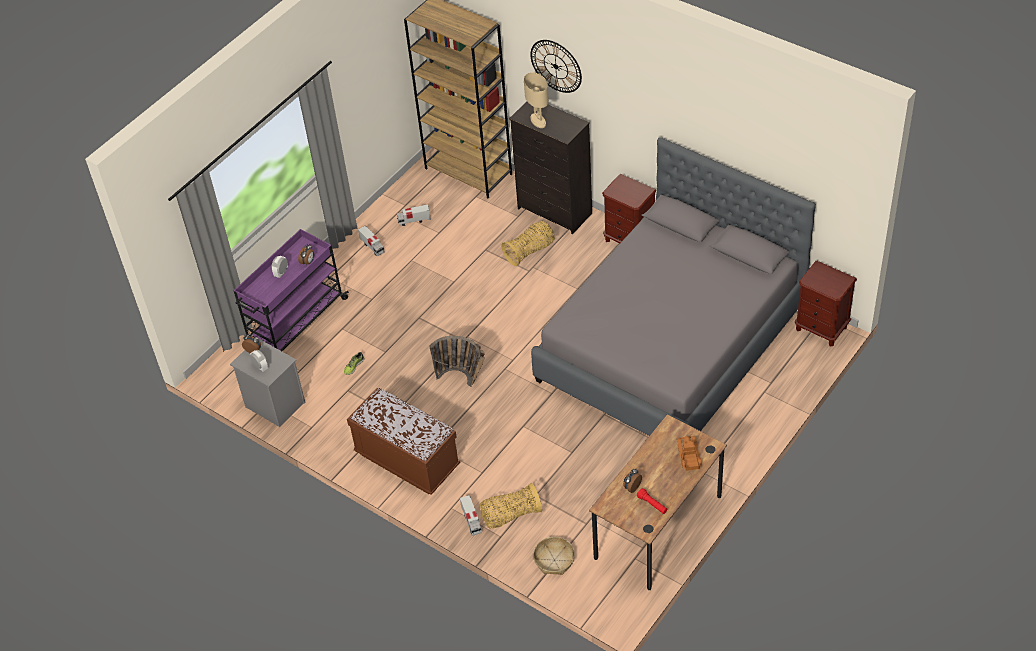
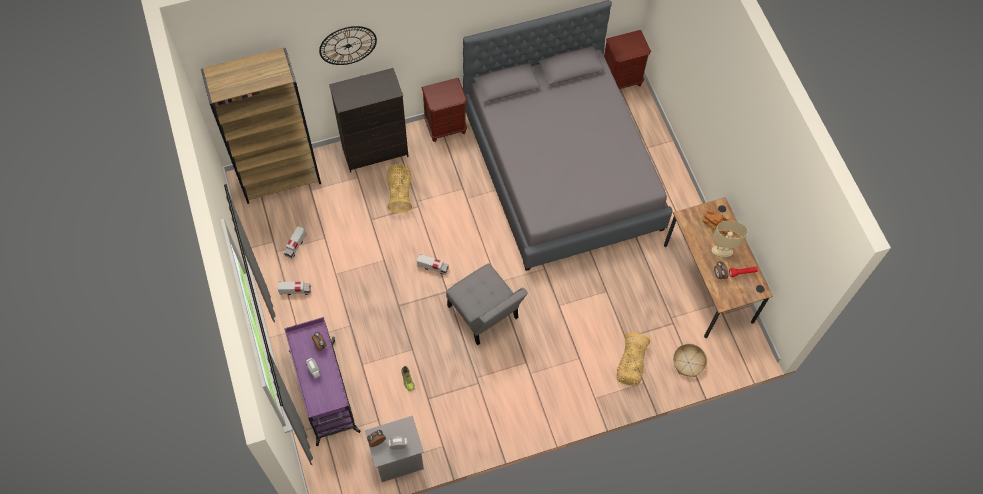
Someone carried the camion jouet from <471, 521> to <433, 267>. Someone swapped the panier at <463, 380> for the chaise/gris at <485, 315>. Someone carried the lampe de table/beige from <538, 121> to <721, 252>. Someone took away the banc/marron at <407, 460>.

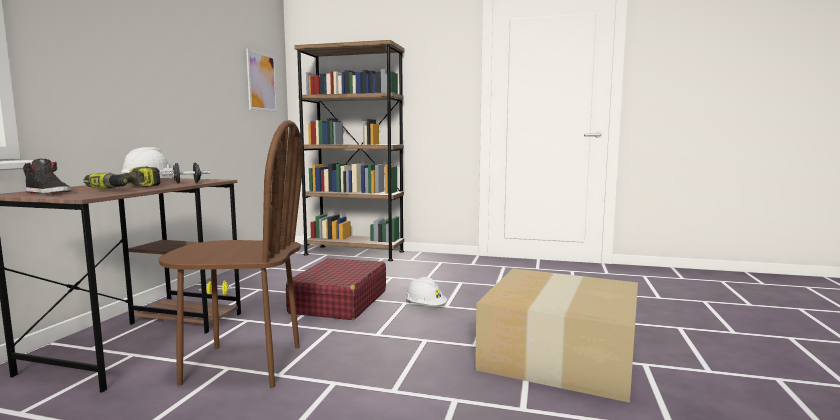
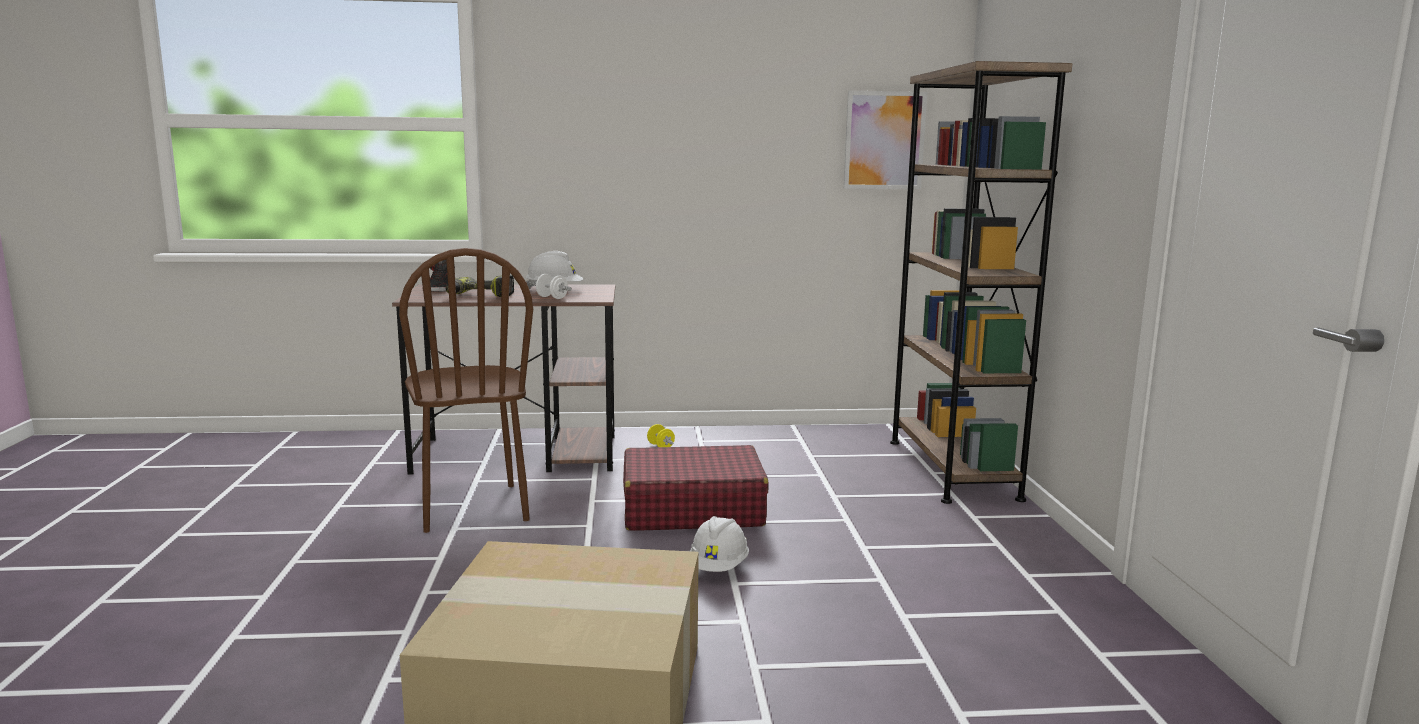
Someone repainted the haltère/noir at <187, 183>, which became the haltère/blanc at <552, 298>.

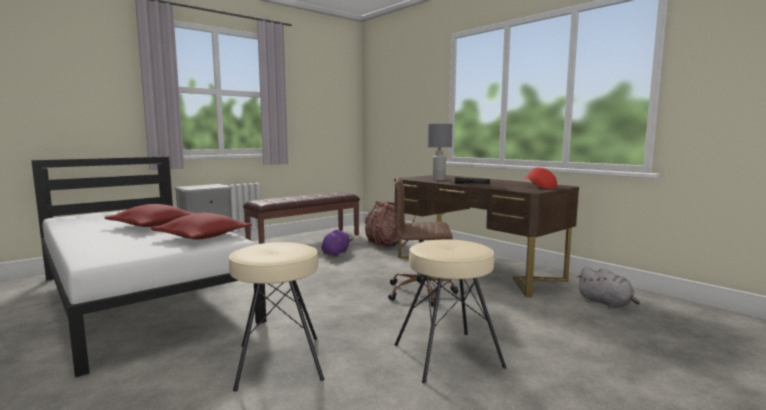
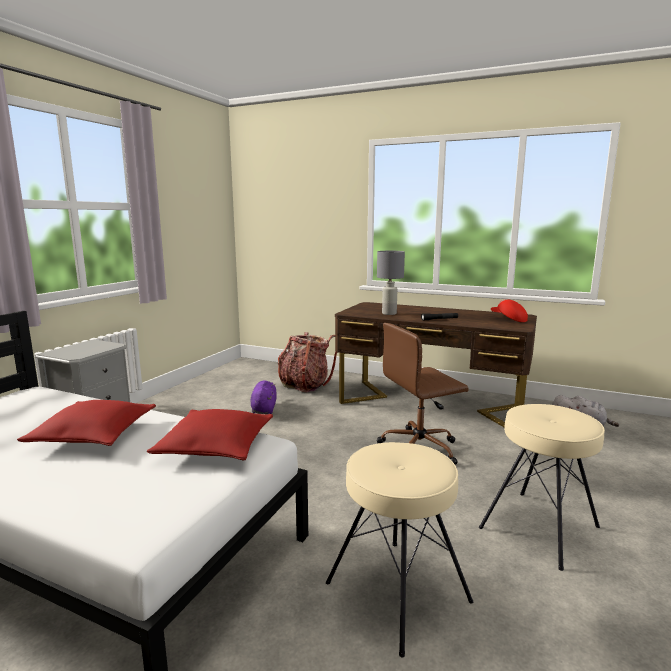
Someone took away the banc/marron at <305, 240>.

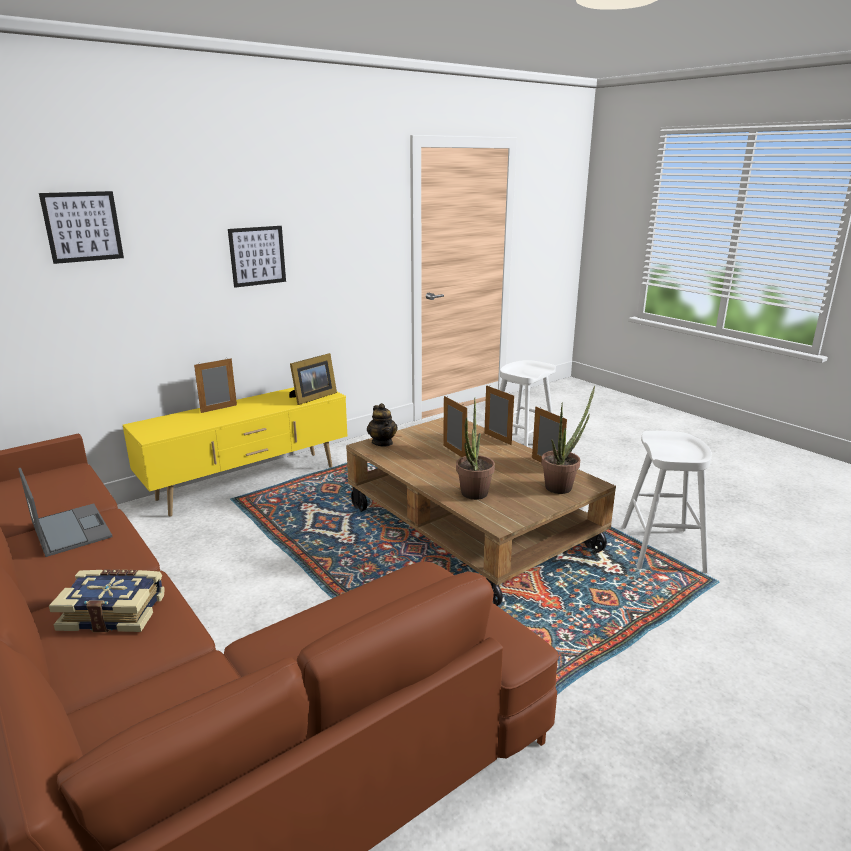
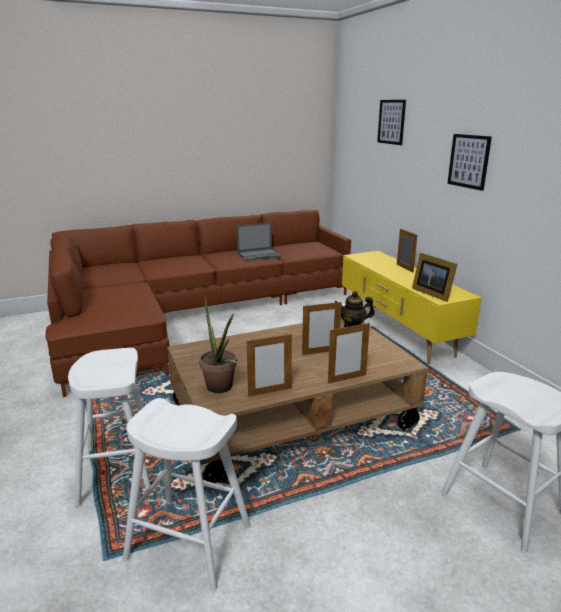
Someone put down the tabouret/blanc at <118, 471>. Someone took away the livre at <114, 612>. Someone took away the plante en pot at <473, 496>.

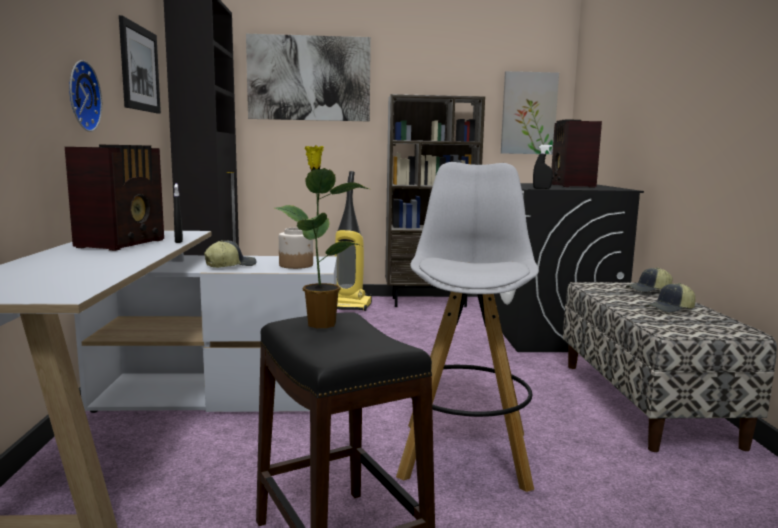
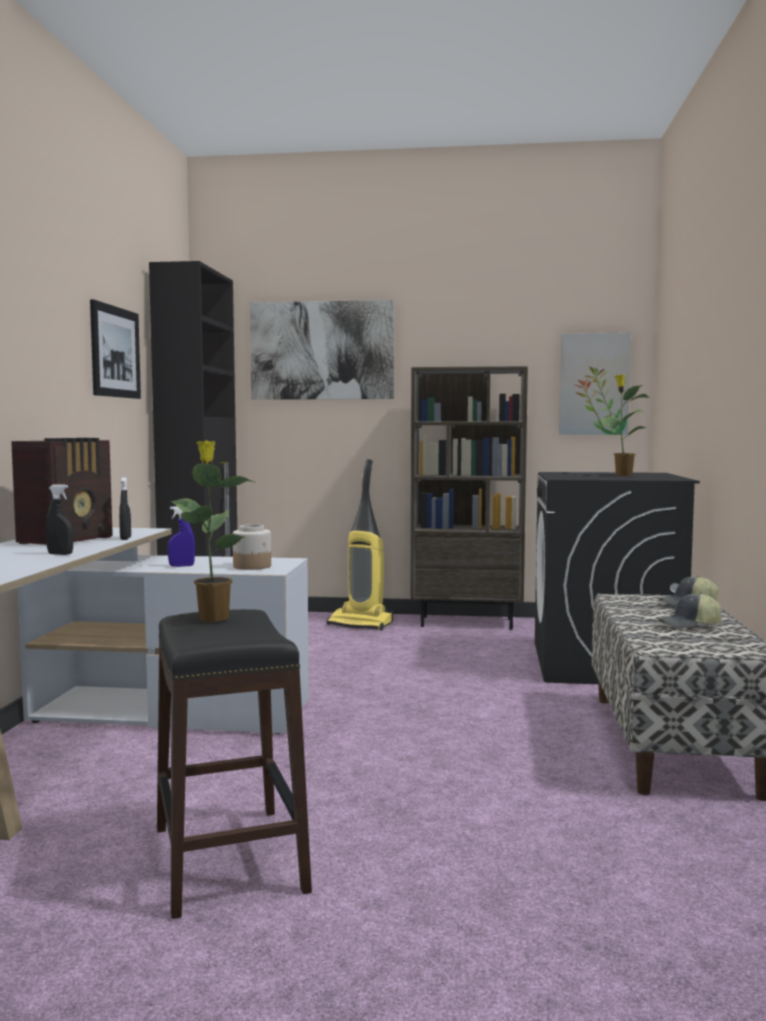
Someone carried the vaporisateur/noir from <542, 188> to <60, 554>. Someone swapped the casquette at <230, 266> for the vaporisateur/bleu at <181, 566>. Someone swapped the radio at <571, 186> for the plante en pot at <622, 475>. Someone took away the horloge murale at <80, 96>. Someone took away the tabouret/blanc at <464, 454>.

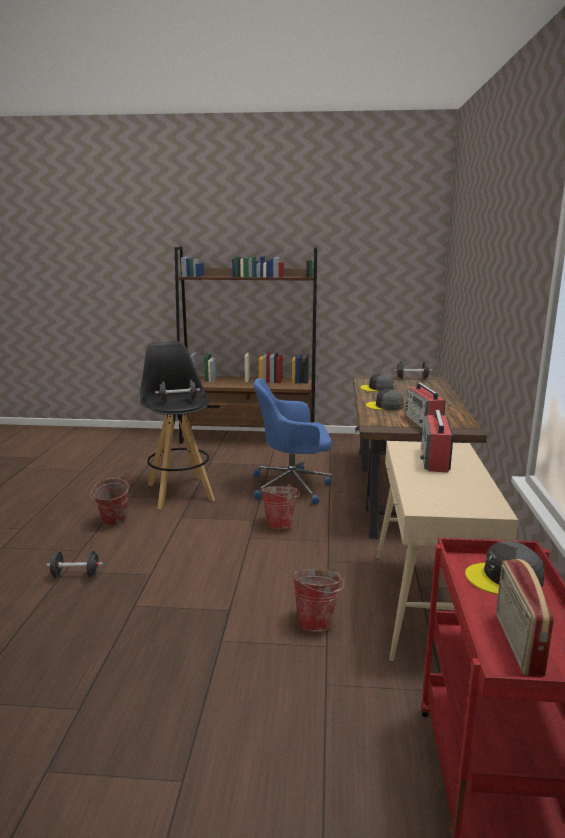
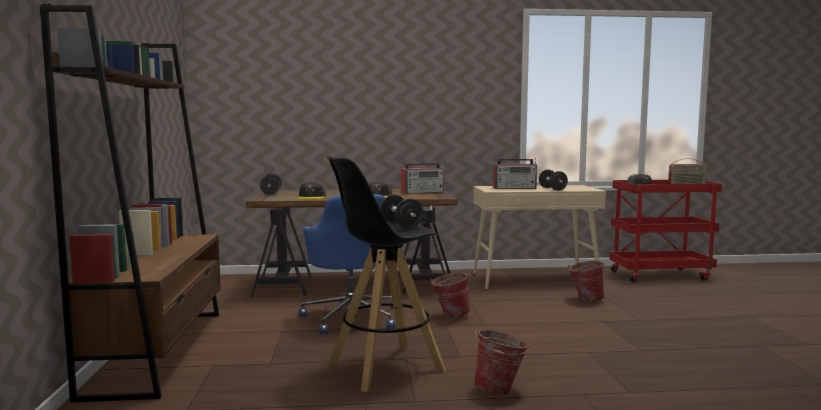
Someone carried the haltère/noir from <76, 575> to <552, 189>.

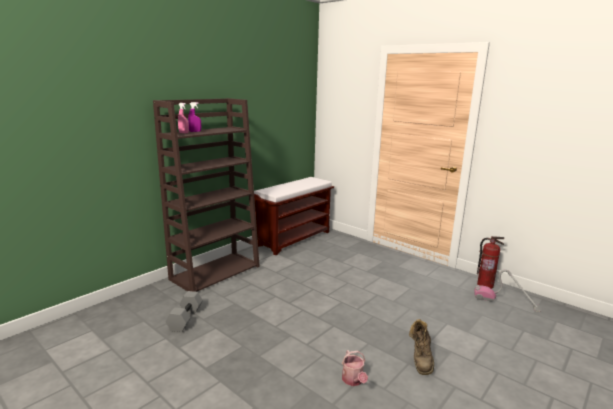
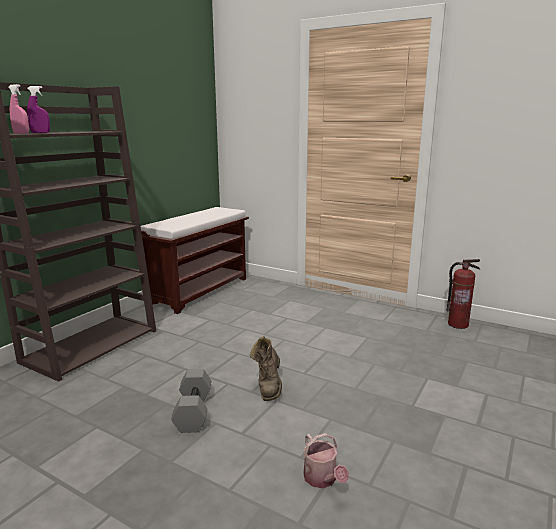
Someone carried the haltère/gris from <185, 318> to <192, 411>. Someone carried the botte/marron from <421, 360> to <268, 386>. Someone took away the aspirateur at <505, 302>.

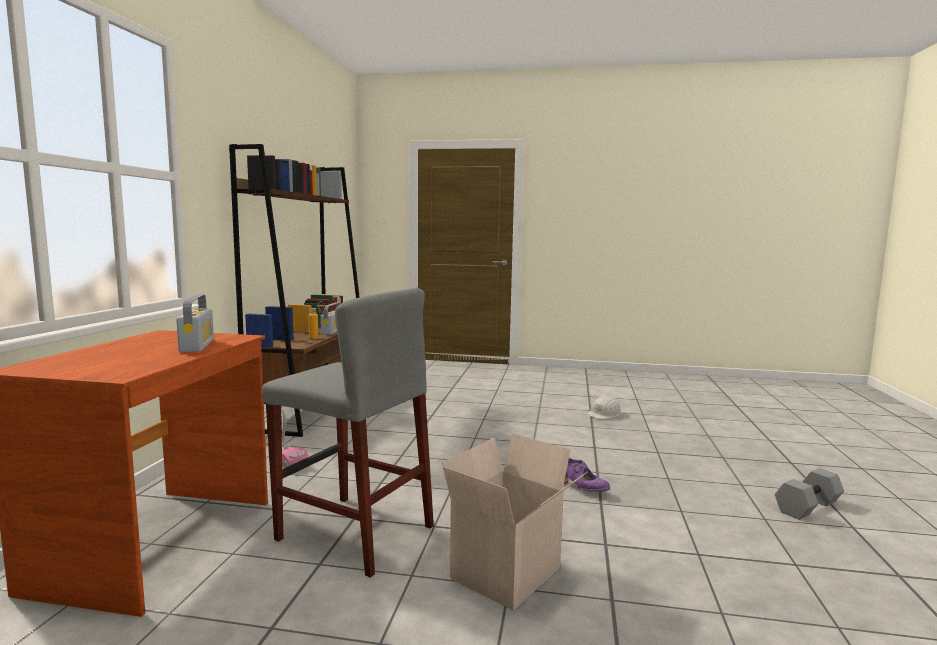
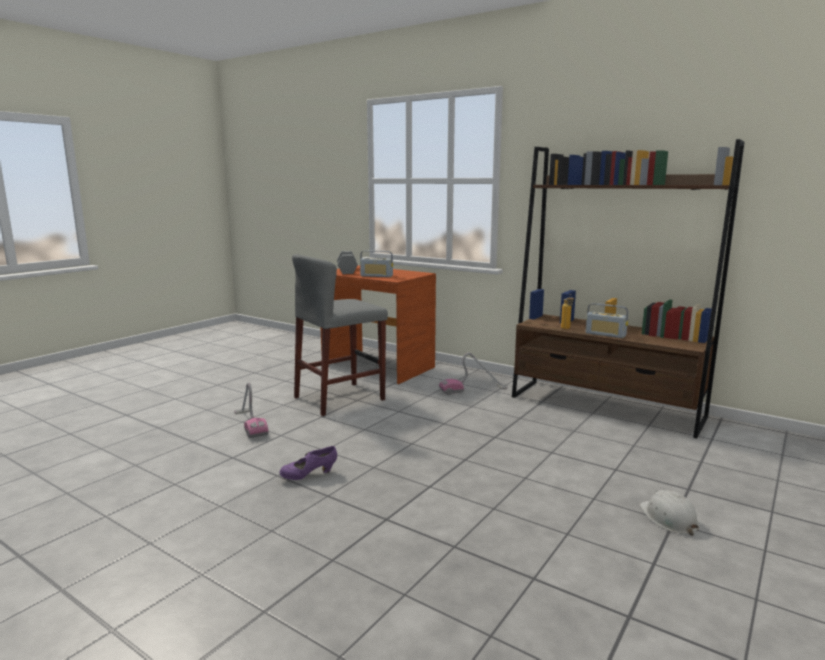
Someone swapped the carton at <508, 575> for the aspirateur at <250, 423>. Someone carried the haltère/gris from <808, 508> to <346, 271>. Someone carried the casque de chantier/blanc from <604, 414> to <668, 518>.

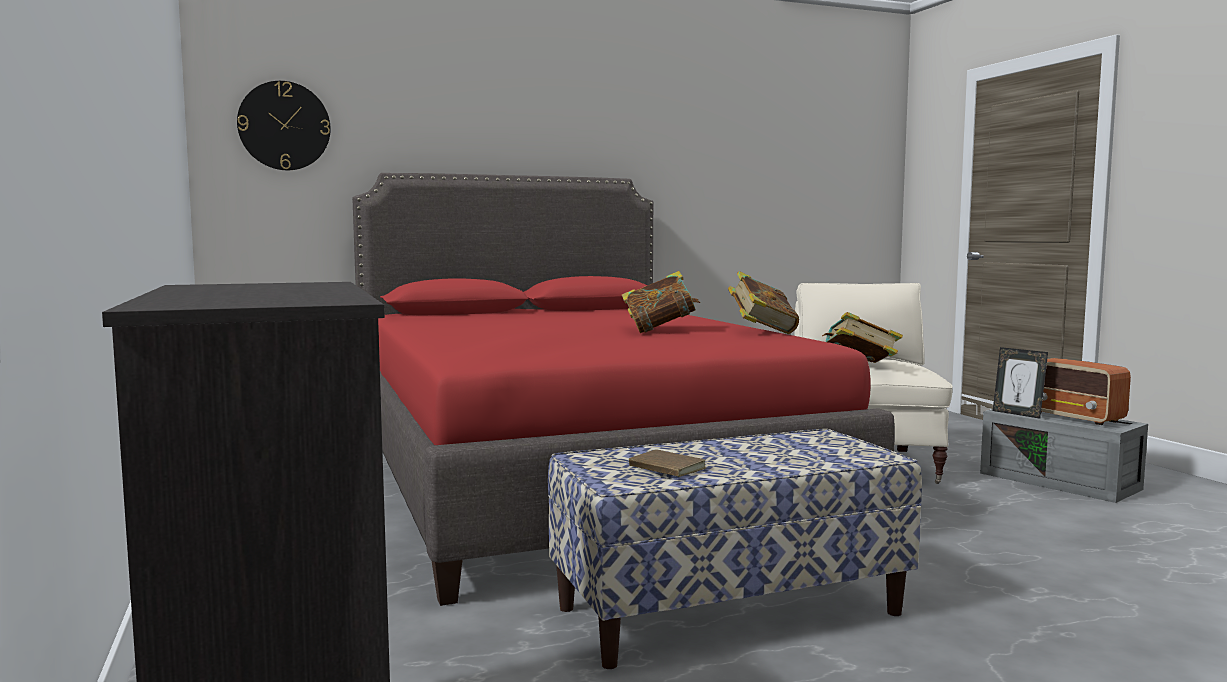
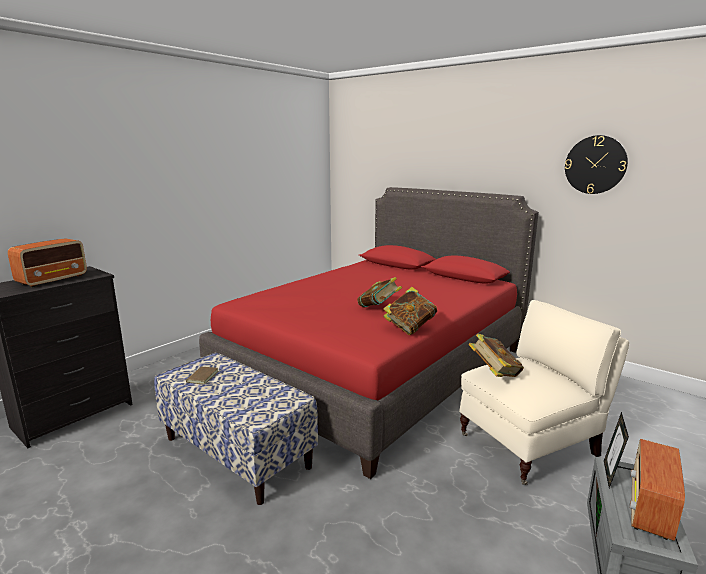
Someone put down the radio at <53, 279>. Someone carried the horloge murale from <284, 126> to <595, 165>.

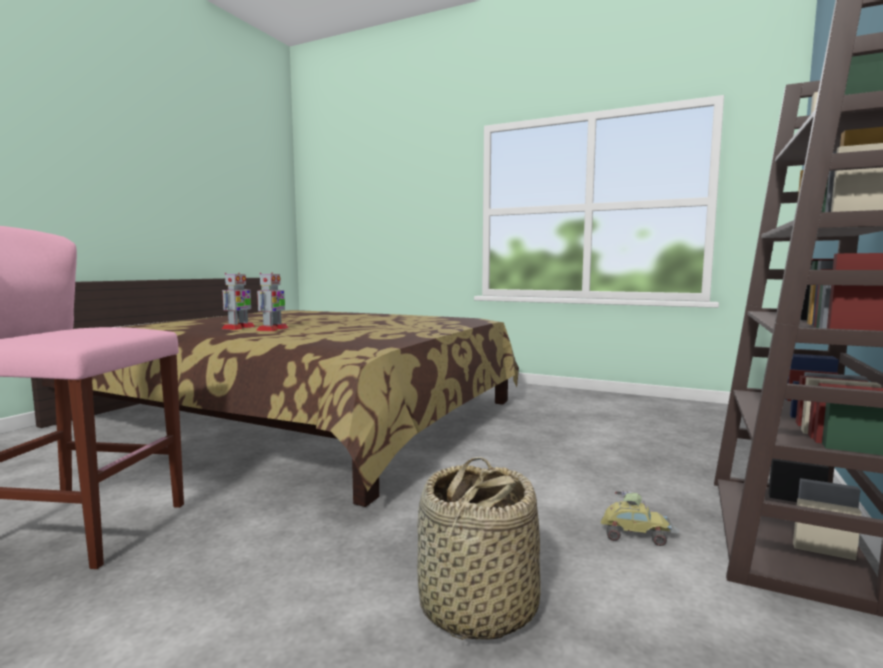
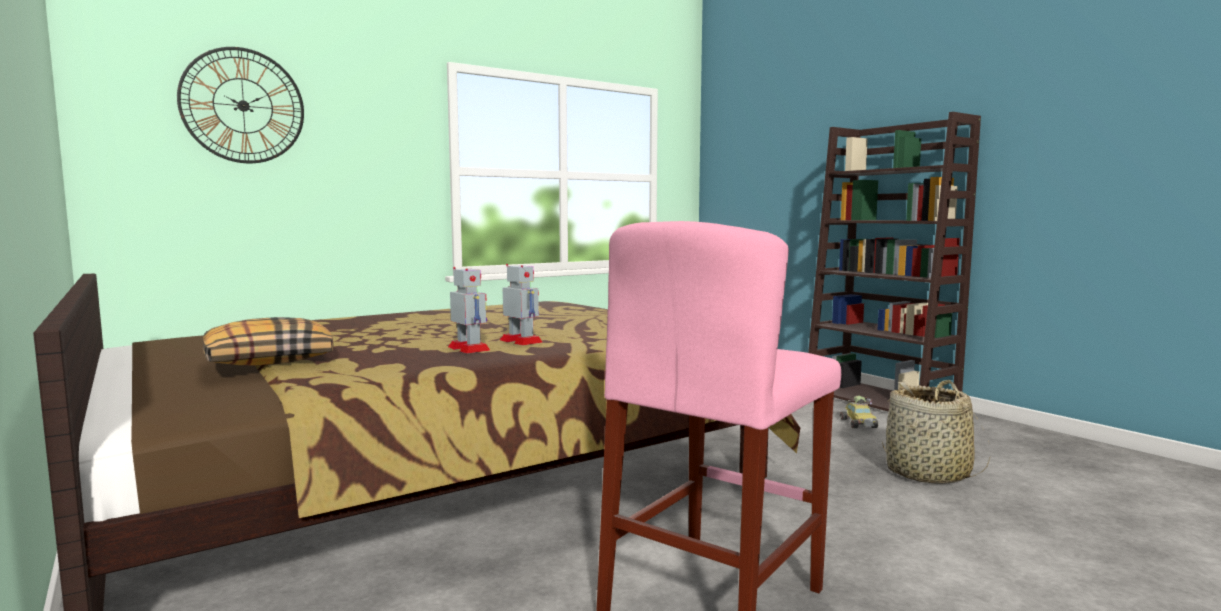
Someone put up the horloge murale at <243, 106>. Someone put down the coussin at <268, 359>. Someone rotated the petite voiture at <635, 533> by 135 degrees clockwise.

